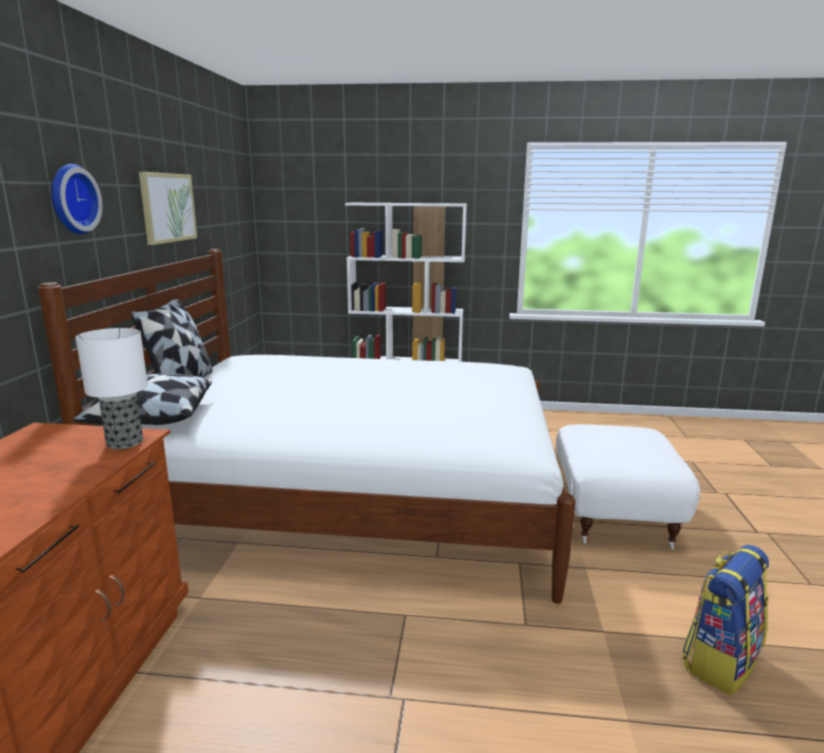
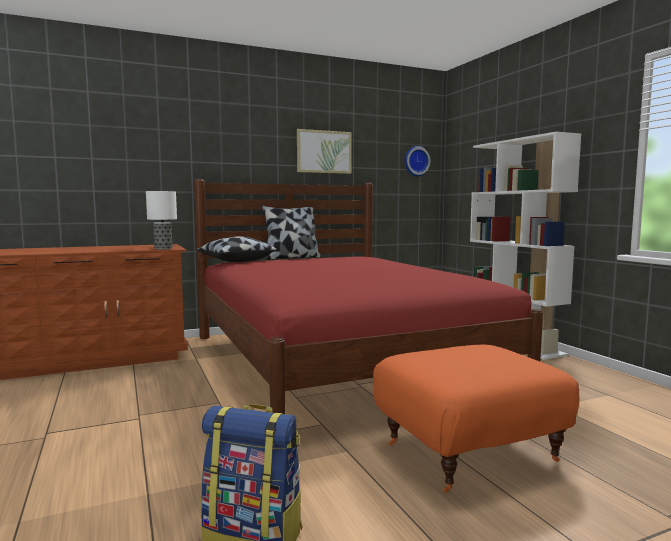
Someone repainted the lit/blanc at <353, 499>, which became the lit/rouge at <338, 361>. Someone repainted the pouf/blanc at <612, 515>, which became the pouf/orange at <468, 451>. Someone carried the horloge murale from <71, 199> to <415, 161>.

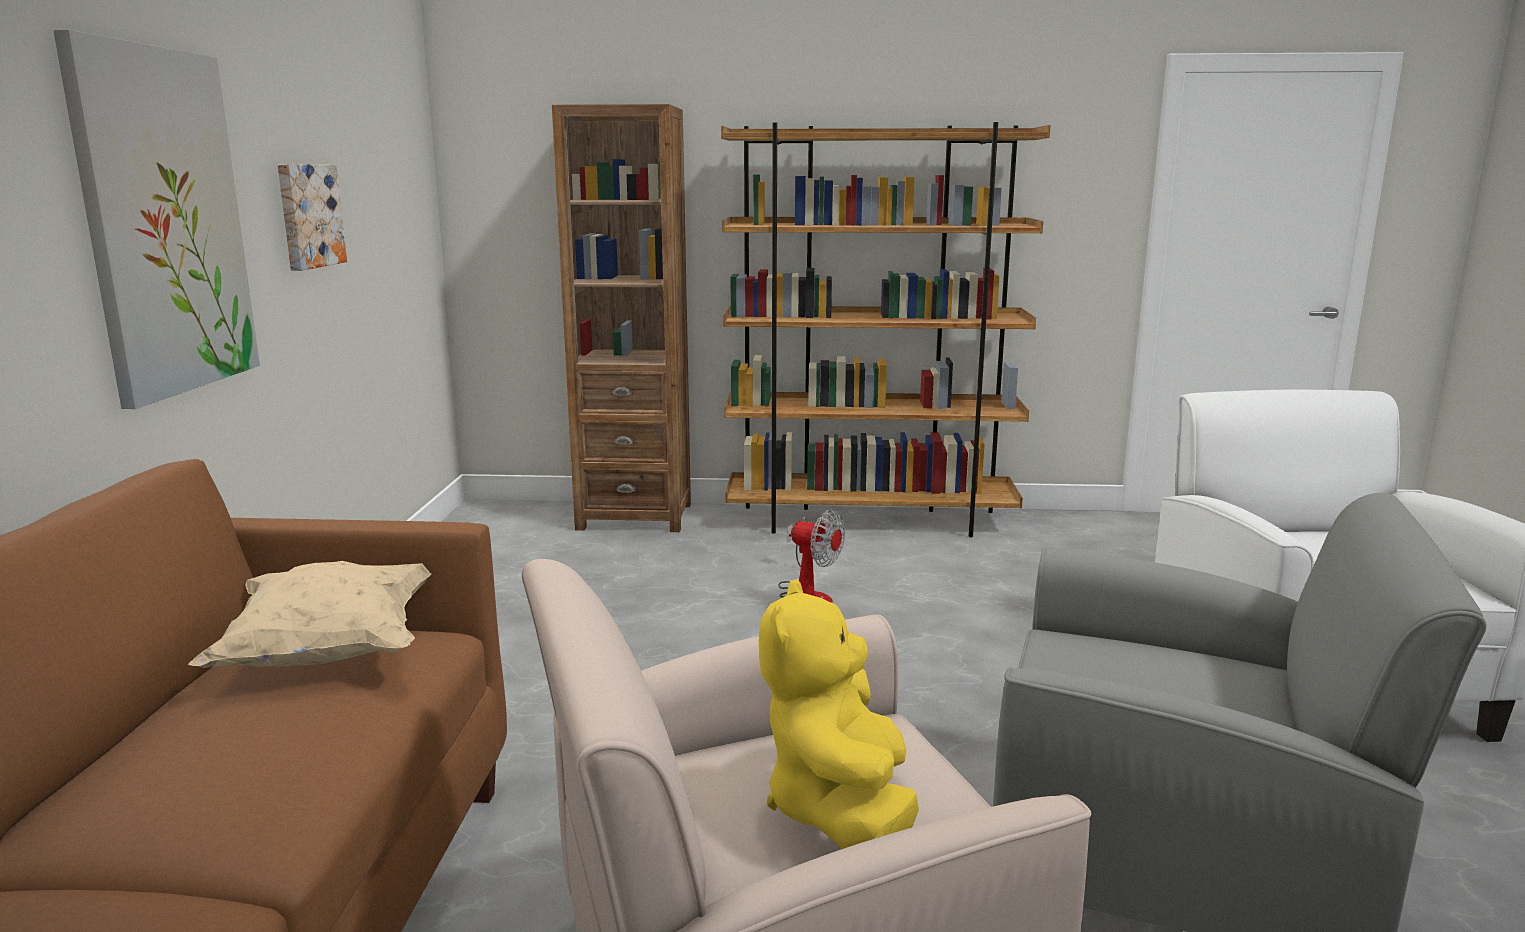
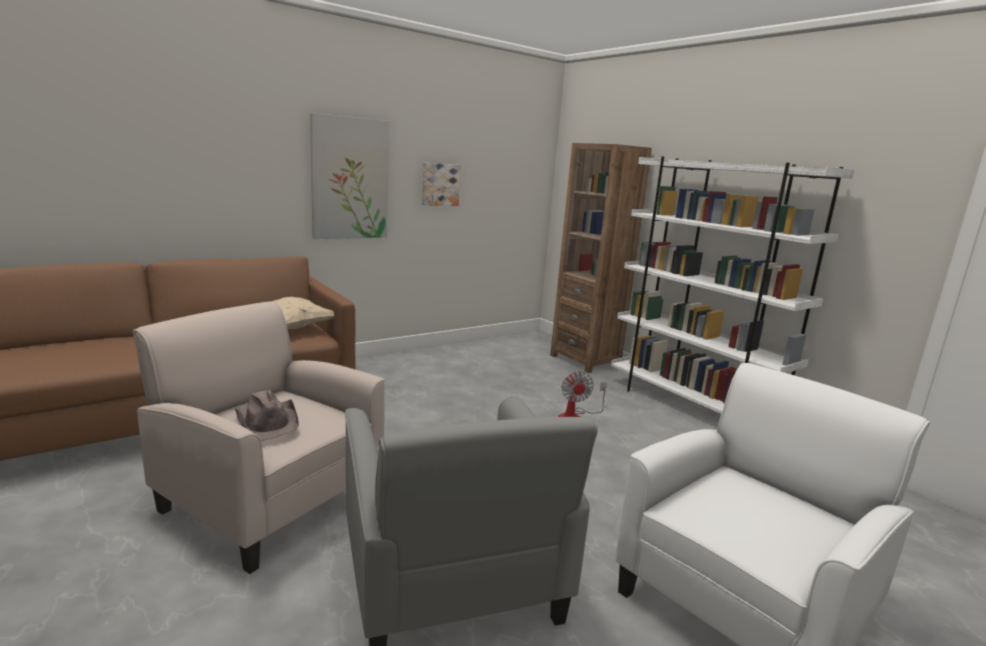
Someone swapped the peluche/jaune at <840, 809> for the chapeau/marron at <268, 422>. Someone repainted the bibliothèque/marron at <870, 521>, which became the bibliothèque/blanc at <690, 408>.

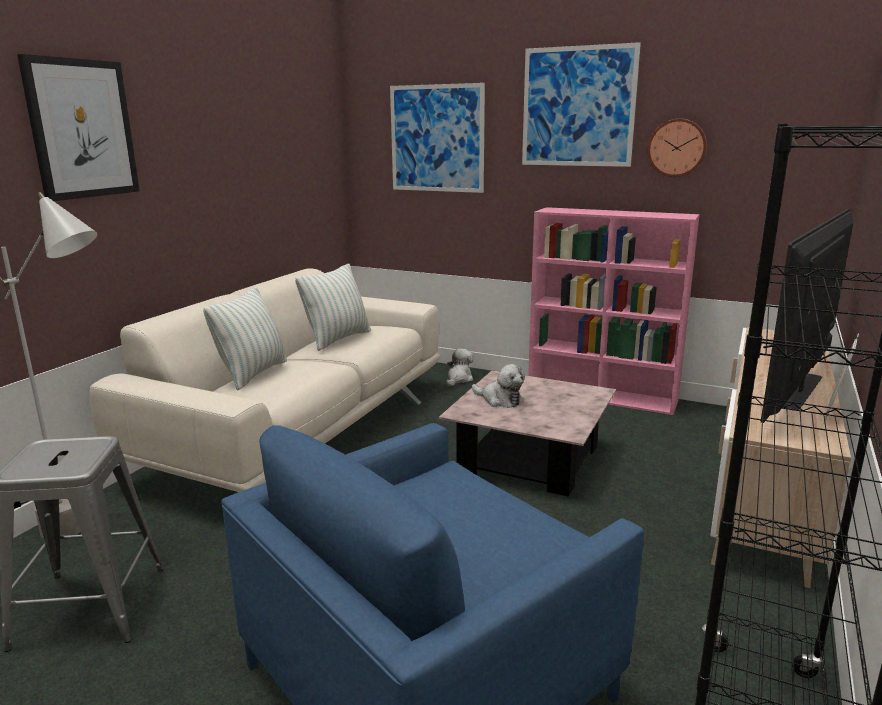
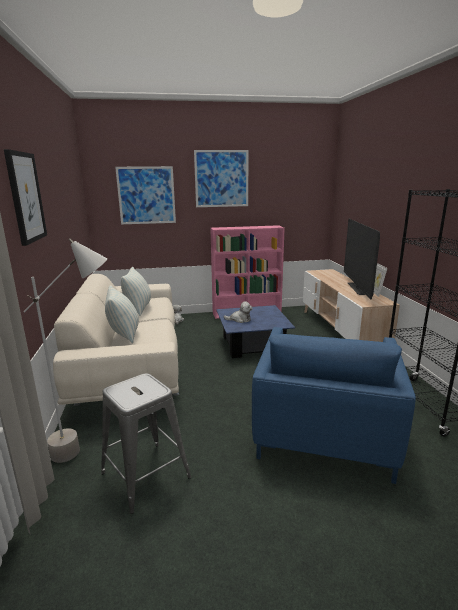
Someone repainted the table basse/rose at <529, 459>, which became the table basse/bleu at <252, 344>. Someone took away the horloge murale at <677, 148>.

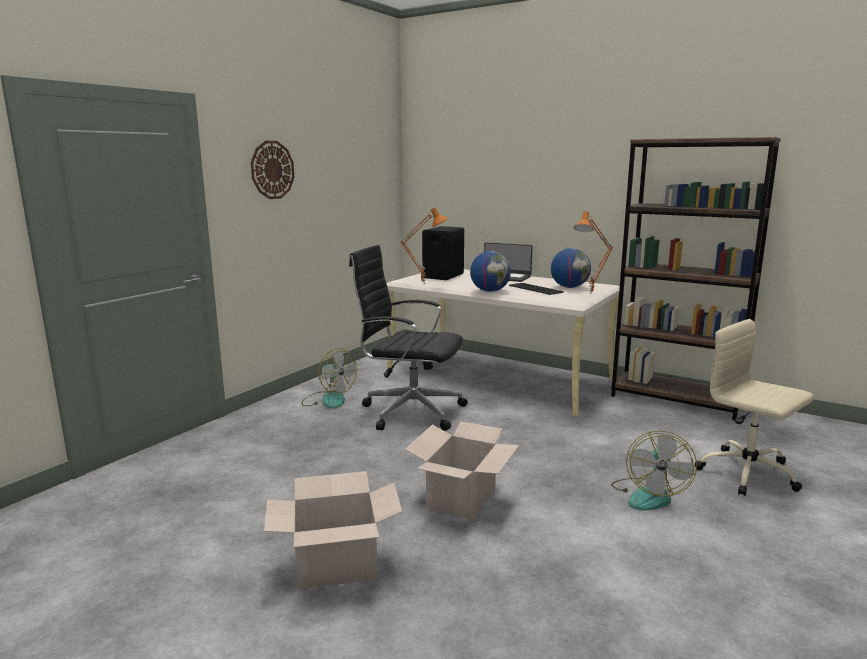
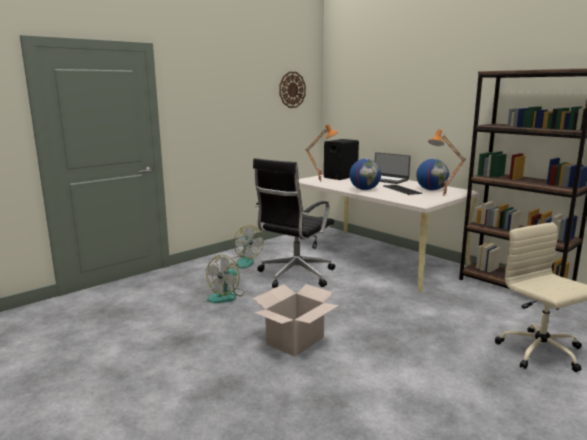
Someone carried the ventilateur from <648, 495> to <226, 296>. Someone rotated the chaise de bureau/noir at <410, 411> by 90 degrees counterclockwise. Someone carried the horloge murale from <272, 170> to <292, 89>. Someone took away the carton at <337, 564>.

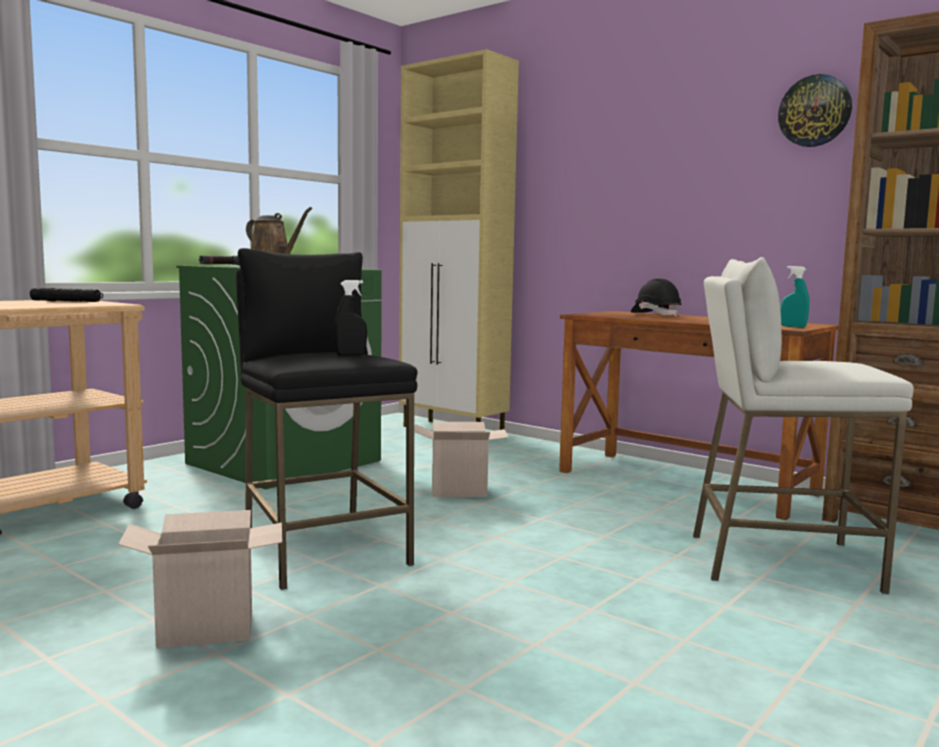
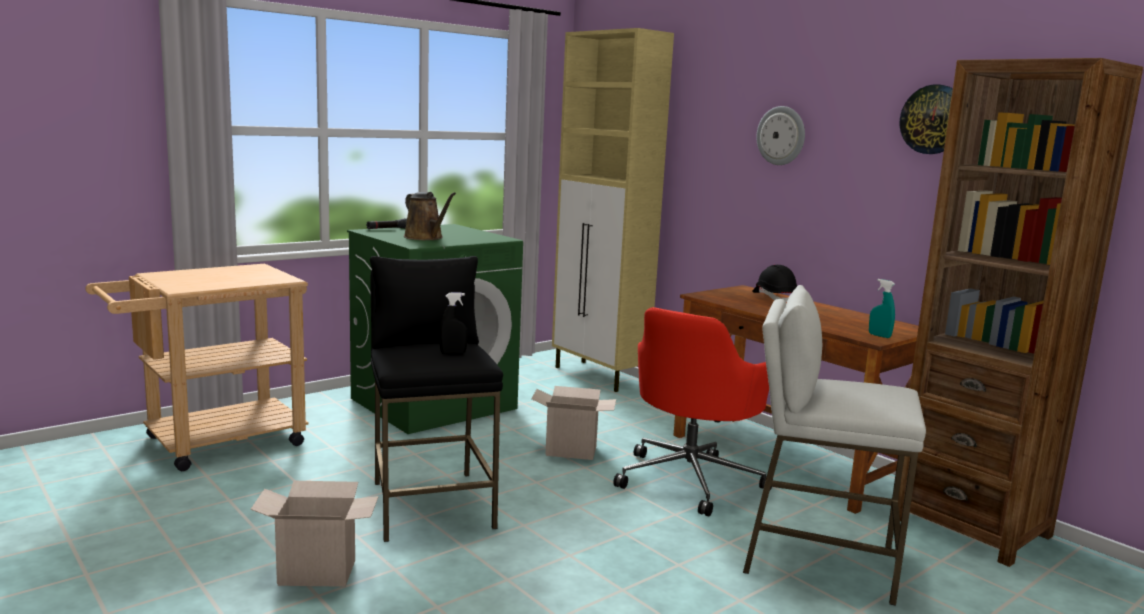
Someone put down the chaise de bureau/rouge at <690, 479>. Someone put up the horloge murale at <781, 135>. Someone took away the lampe de poche/noir at <66, 301>.

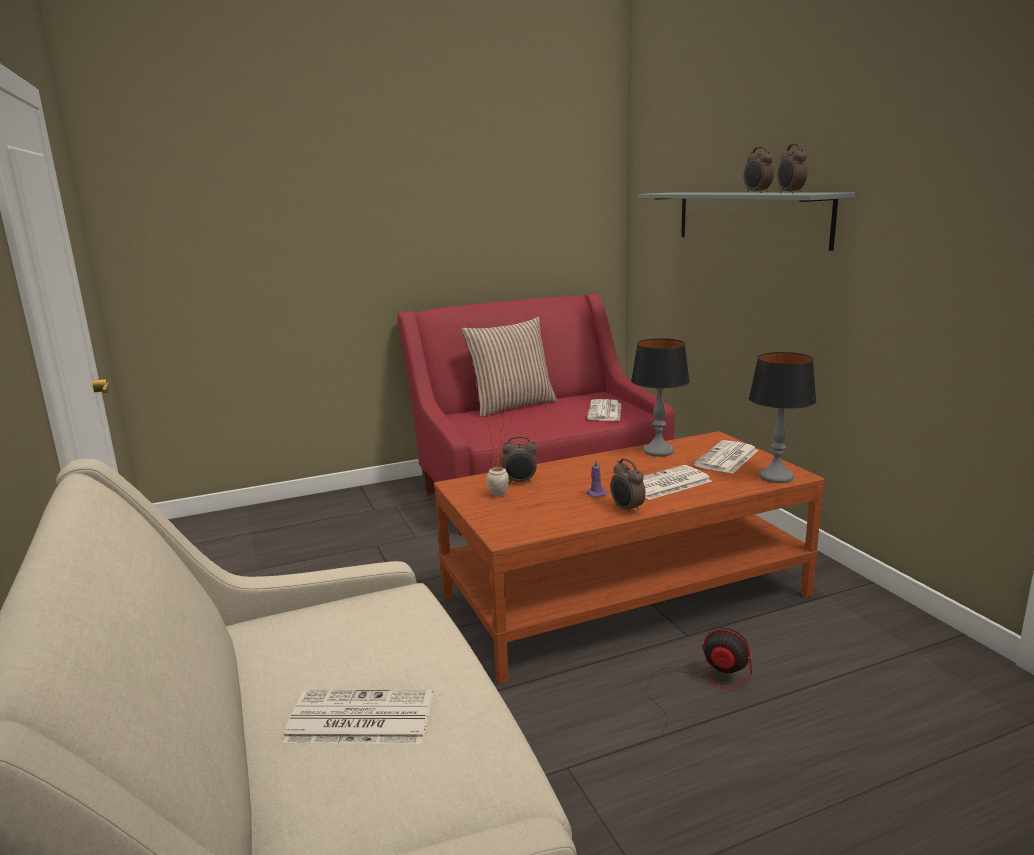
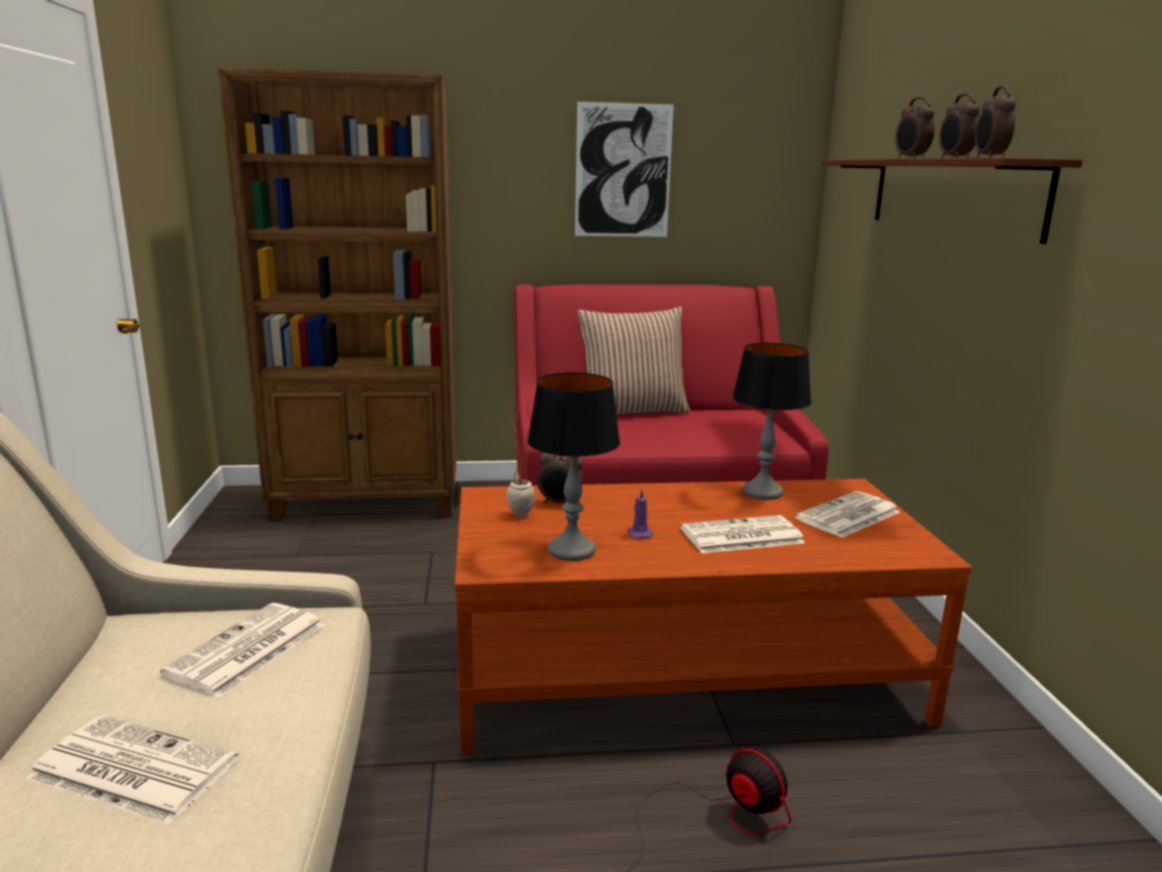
Someone carried the journal from <605, 412> to <246, 650>. Someone put down the bibliothèque/marron at <368, 502>. Someone carried the lampe de table from <776, 477> to <572, 550>. Someone put up the tableau at <623, 171>. Someone repainted the étagère/gris at <749, 217>, which became the étagère/marron at <951, 195>. Someone carried the réveil from <626, 509> to <910, 158>.

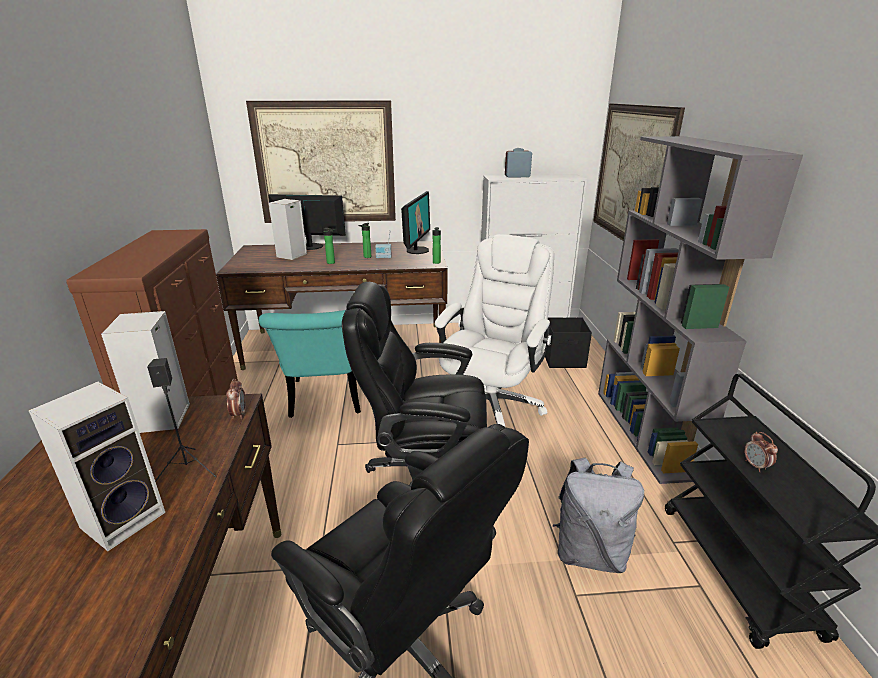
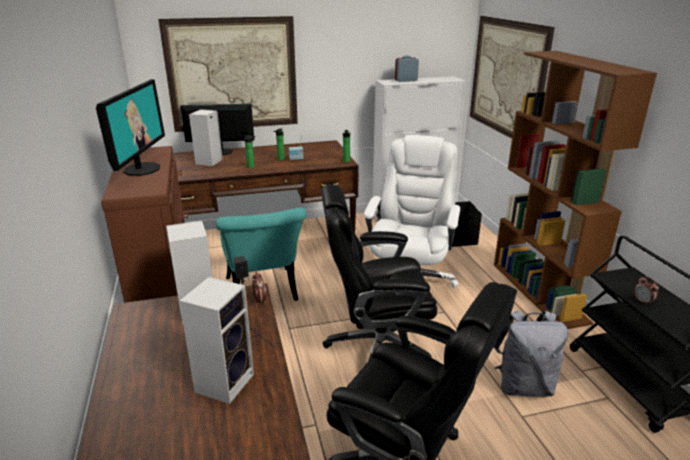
Someone carried the écran d'ordinateur from <417, 250> to <141, 169>. Someone repainted the bibliothèque/gris at <645, 432>, which became the bibliothèque/marron at <539, 292>.

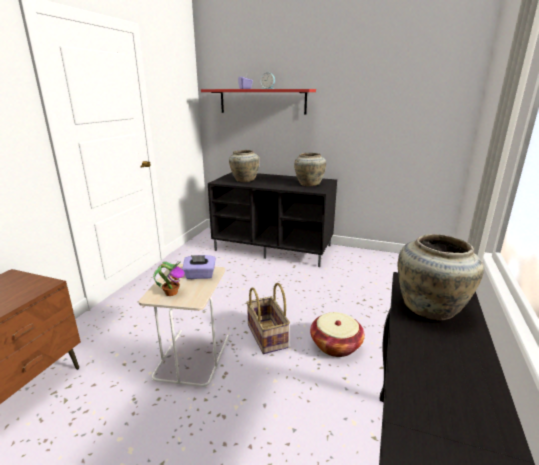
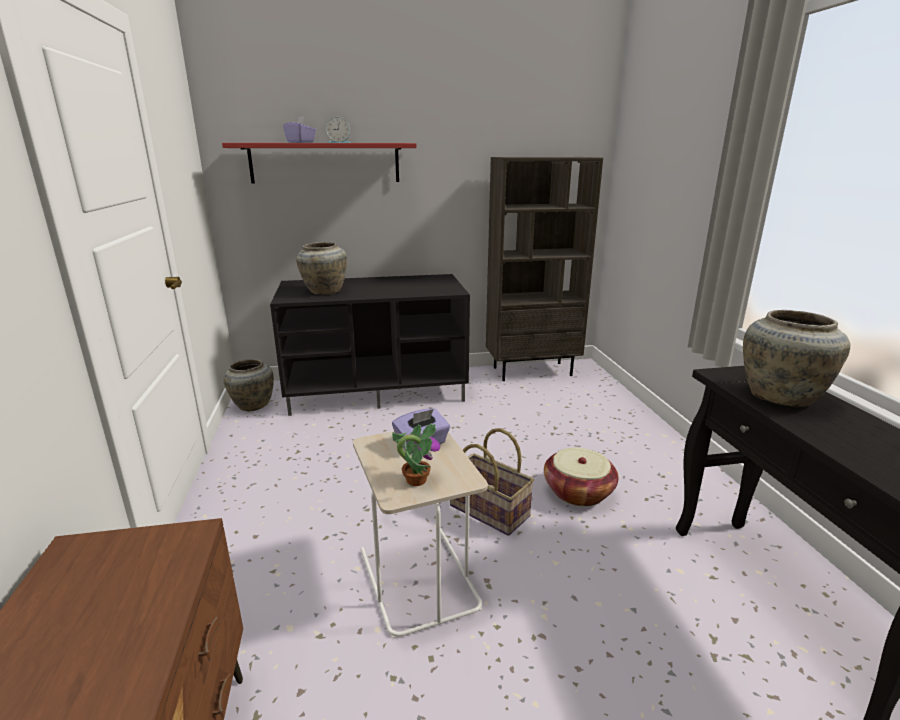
Someone carried the vase/beige from <309, 184> to <252, 405>. Someone put down the bibliothèque/marron at <532, 371>.

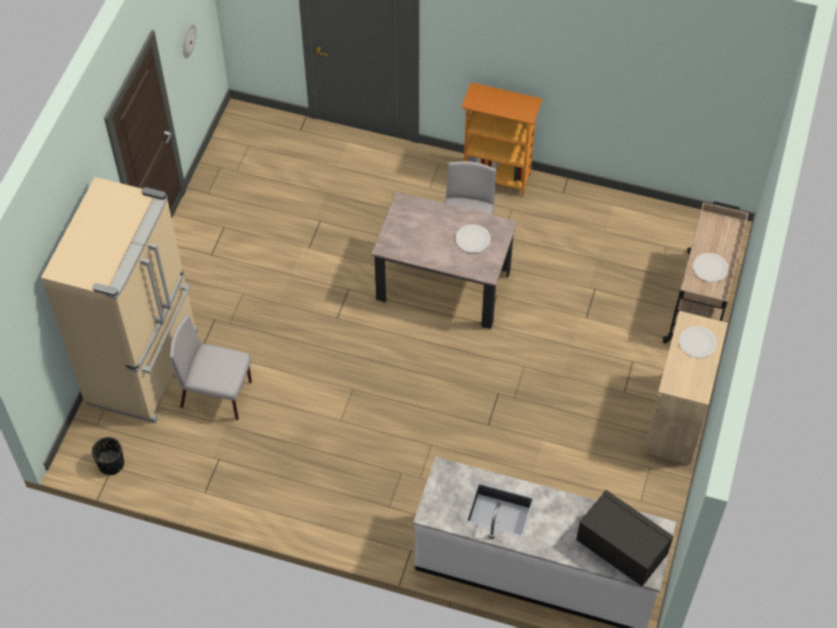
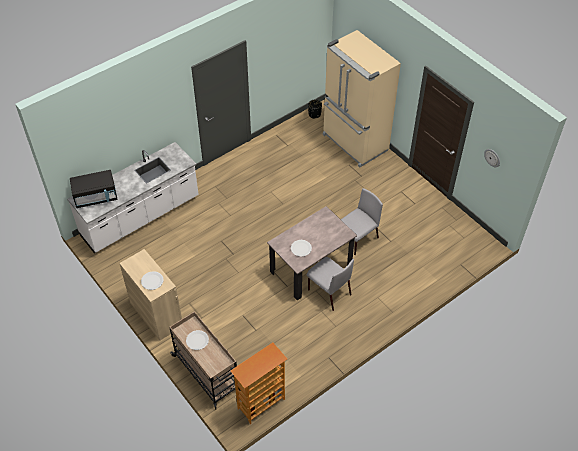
Someone carried the bibliothèque from <497, 177> to <261, 404>. Someone carried the chaise/gris from <217, 394> to <357, 239>.

